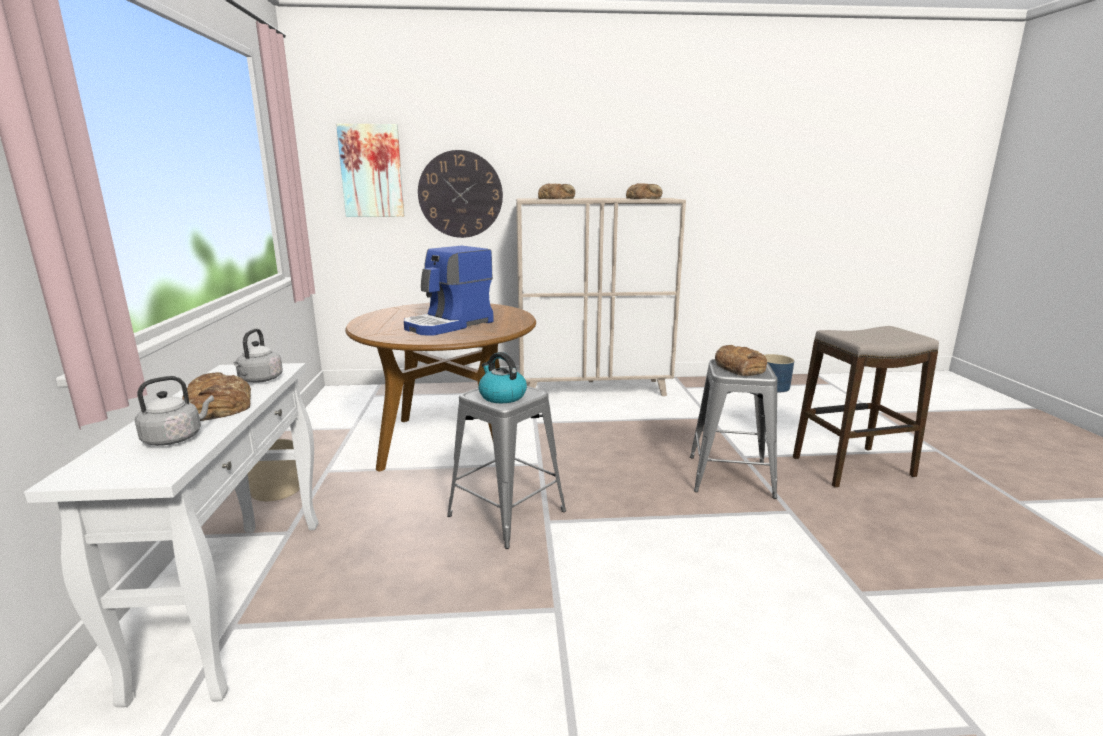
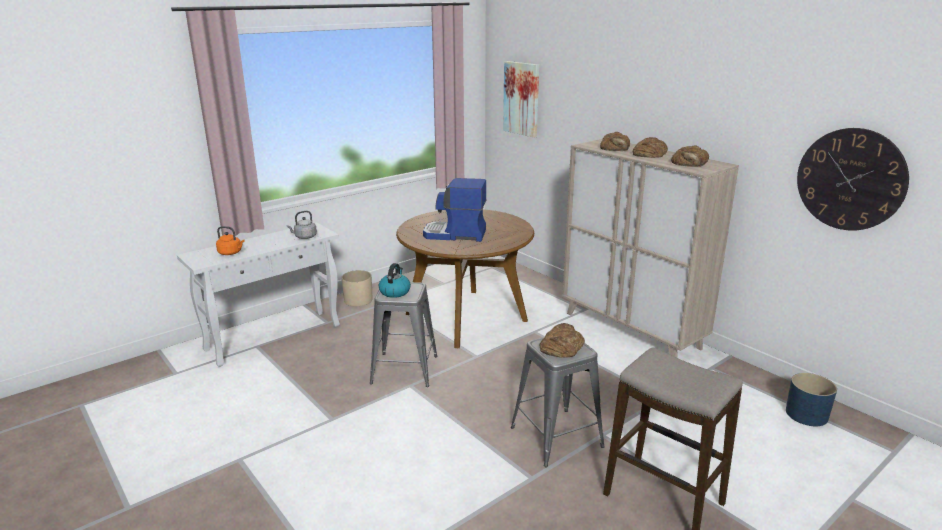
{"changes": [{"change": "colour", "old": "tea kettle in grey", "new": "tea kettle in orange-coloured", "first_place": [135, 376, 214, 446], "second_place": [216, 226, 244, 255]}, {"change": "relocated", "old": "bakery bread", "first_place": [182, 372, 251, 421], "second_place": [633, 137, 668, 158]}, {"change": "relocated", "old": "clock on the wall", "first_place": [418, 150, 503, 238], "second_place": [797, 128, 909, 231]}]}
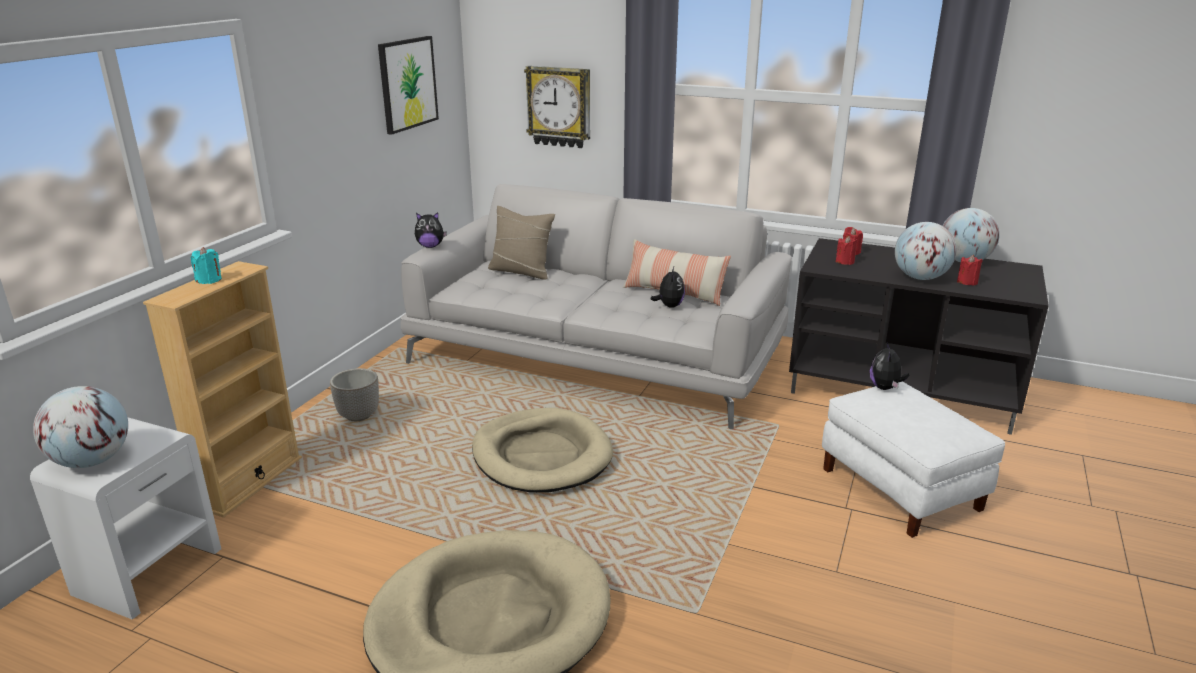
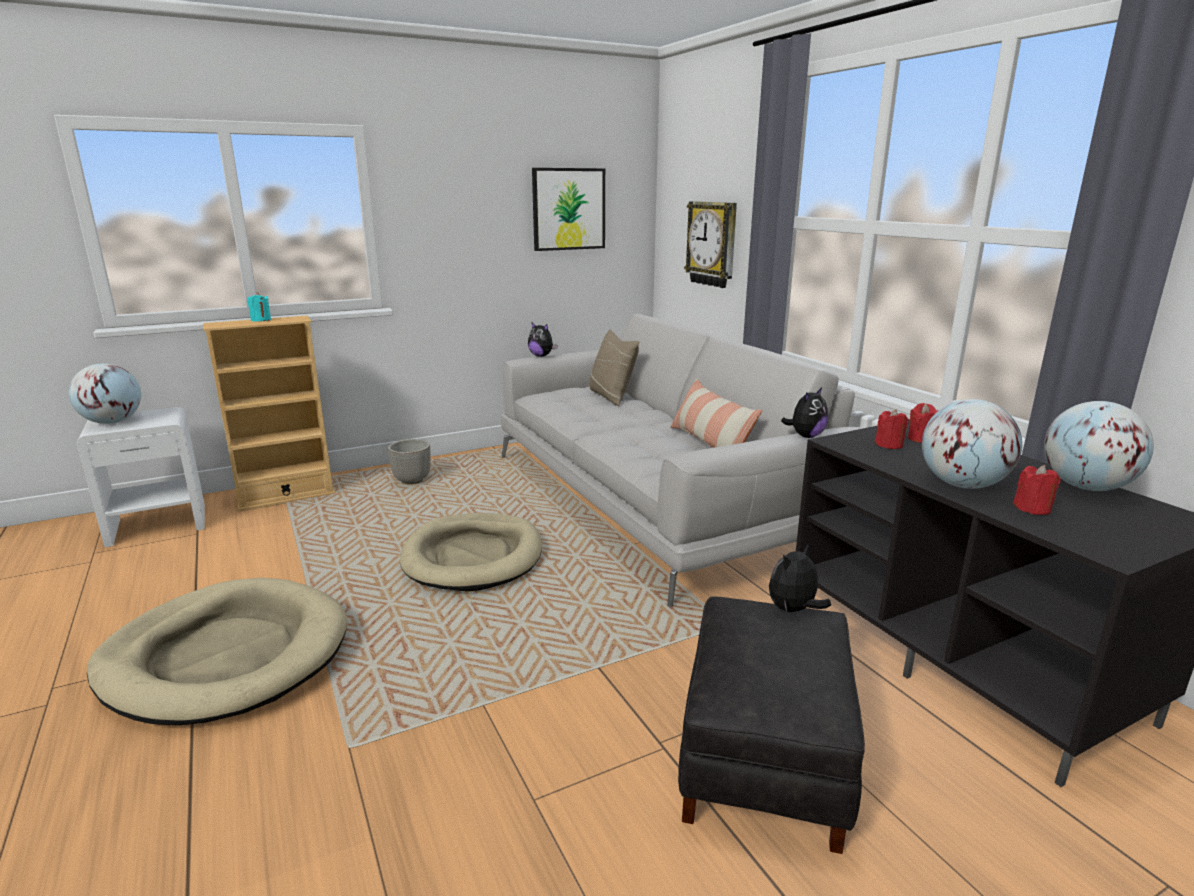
{"changes": [{"change": "relocated", "old": "cuddly toy", "first_place": [651, 267, 685, 308], "second_place": [781, 387, 828, 438]}, {"change": "colour", "old": "footrest in white", "new": "footrest in blackish", "first_place": [822, 382, 1005, 538], "second_place": [678, 596, 865, 854]}]}
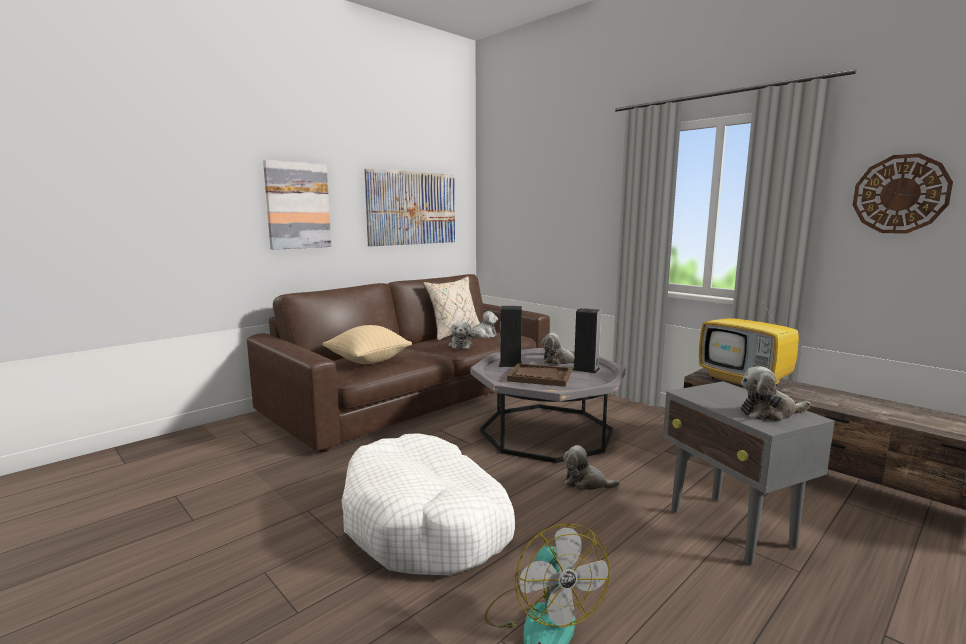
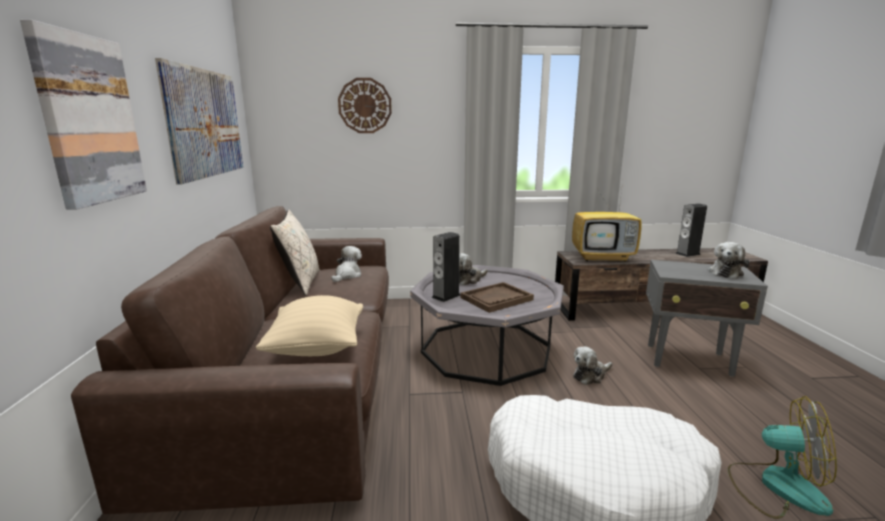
{"changes": [{"change": "missing", "old": "cuddly toy", "first_place": [449, 321, 475, 349]}, {"change": "relocated", "old": "speaker", "first_place": [573, 308, 601, 374], "second_place": [675, 204, 707, 257]}, {"change": "relocated", "old": "clock on the wall", "first_place": [853, 153, 953, 234], "second_place": [338, 78, 392, 133]}]}
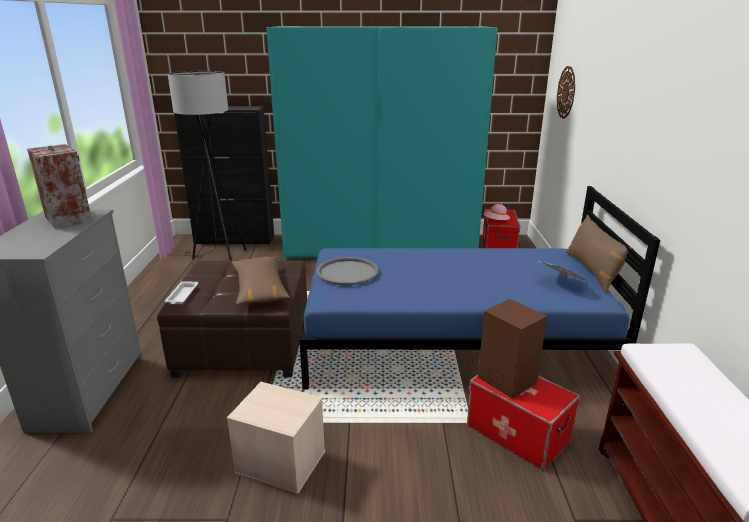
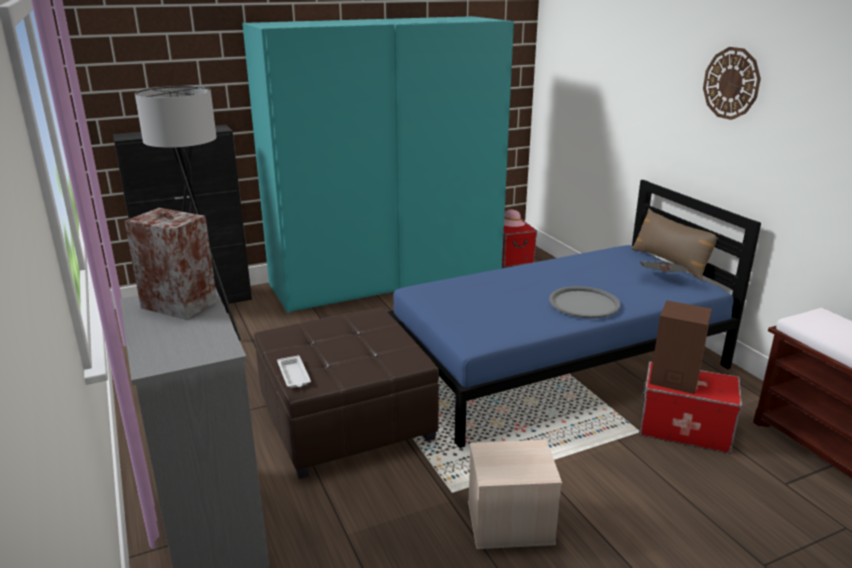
{"changes": [{"change": "missing", "old": "cushion in brown", "first_place": [232, 257, 290, 305]}, {"change": "relocated", "old": "serving tray in grey", "first_place": [316, 257, 379, 285], "second_place": [549, 286, 620, 319]}, {"change": "relocated", "old": "clock on the wall", "first_place": [557, 66, 575, 119], "second_place": [703, 47, 761, 120]}]}
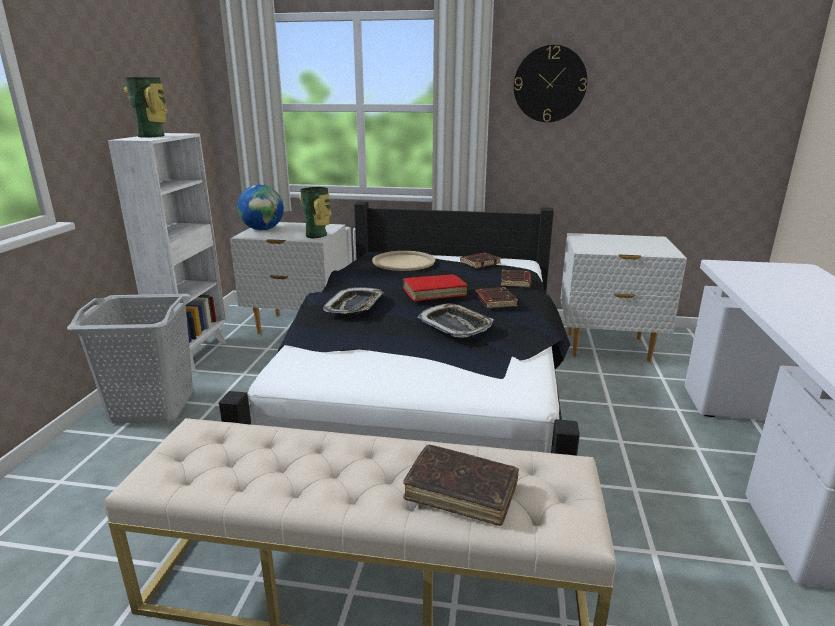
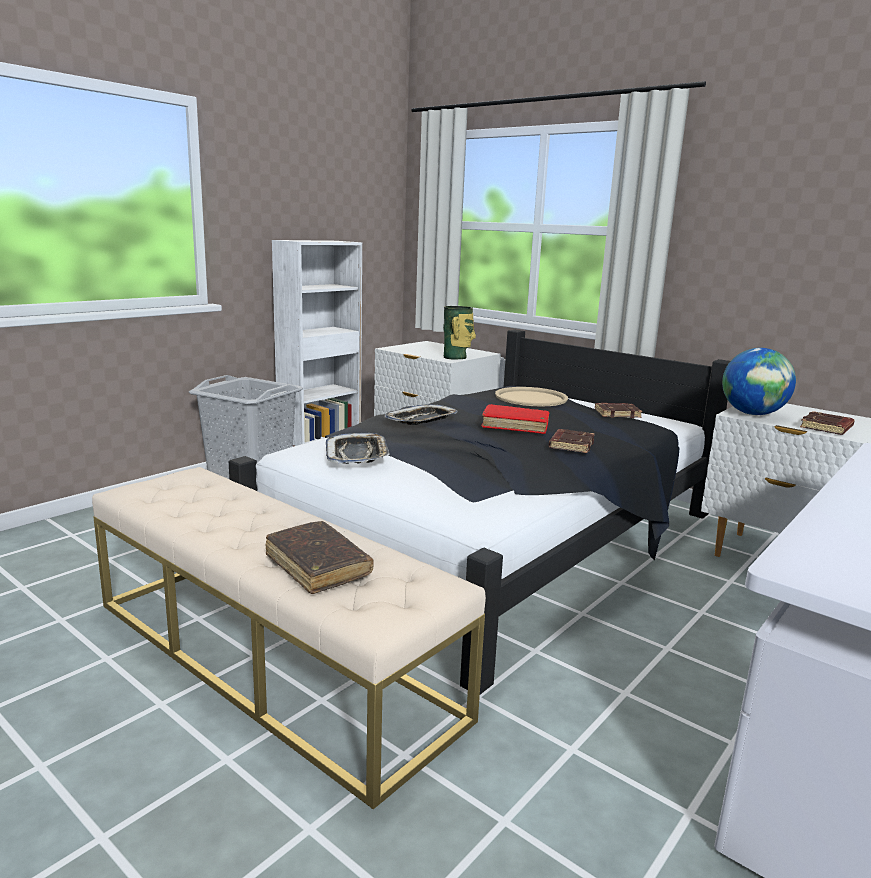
{"changes": [{"change": "missing", "old": "decorative vase", "first_place": [124, 77, 168, 138]}, {"change": "relocated", "old": "world globe", "first_place": [237, 185, 284, 230], "second_place": [722, 348, 796, 415]}, {"change": "relocated", "old": "serving tray", "first_place": [417, 303, 494, 338], "second_place": [326, 433, 390, 464]}, {"change": "relocated", "old": "bound book in brown", "first_place": [500, 270, 531, 287], "second_place": [800, 411, 855, 435]}, {"change": "missing", "old": "clock on the wall", "first_place": [514, 45, 587, 122]}]}
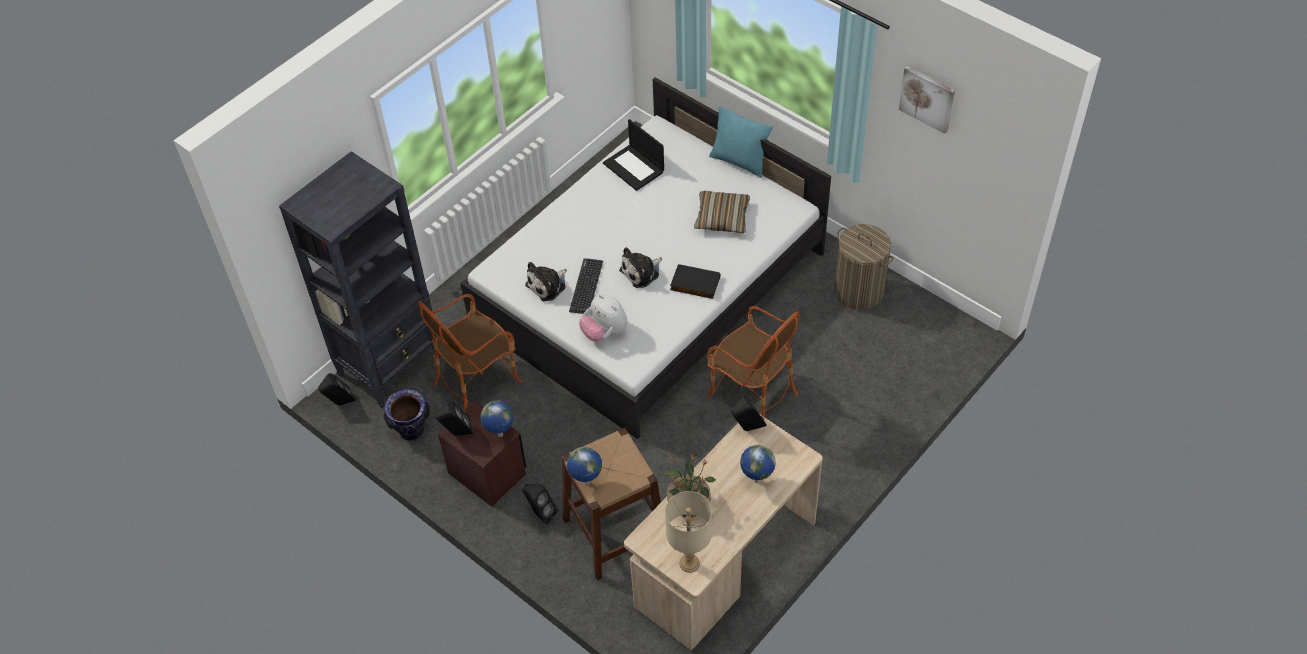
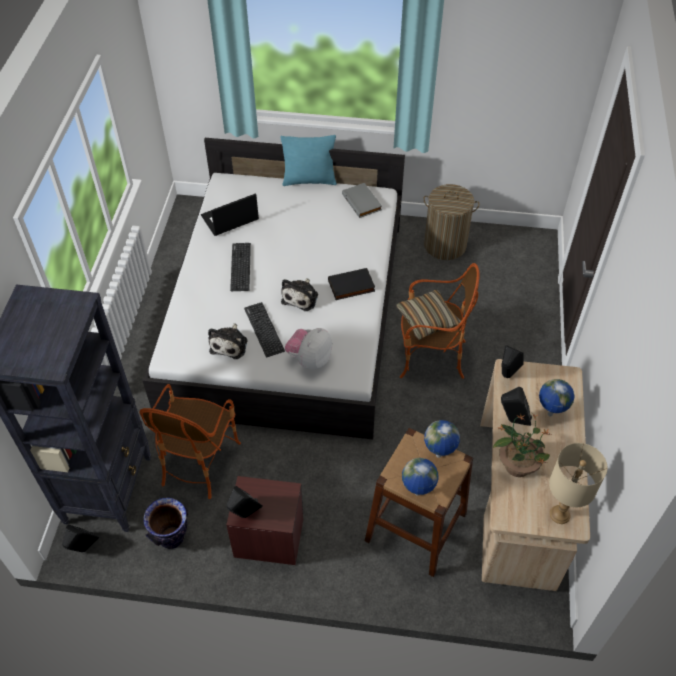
{"changes": [{"change": "relocated", "old": "world globe", "first_place": [480, 401, 514, 437], "second_place": [424, 420, 460, 458]}, {"change": "relocated", "old": "speaker in blackish", "first_place": [523, 484, 558, 525], "second_place": [501, 387, 532, 426]}, {"change": "spun", "old": "cuddly toy", "first_place": [579, 294, 627, 342], "second_place": [285, 328, 332, 370], "degrees": 105}, {"change": "spun", "old": "portable computer", "first_place": [603, 119, 664, 191], "second_place": [201, 194, 259, 236], "degrees": 135}, {"change": "relocated", "old": "cushion", "first_place": [694, 191, 750, 233], "second_place": [396, 290, 461, 340]}, {"change": "missing", "old": "wall picture", "first_place": [899, 66, 955, 134]}, {"change": "appeared", "new": "keyboard", "second_place": [230, 243, 251, 291]}, {"change": "appeared", "new": "bound book in grey", "second_place": [342, 183, 382, 218]}]}
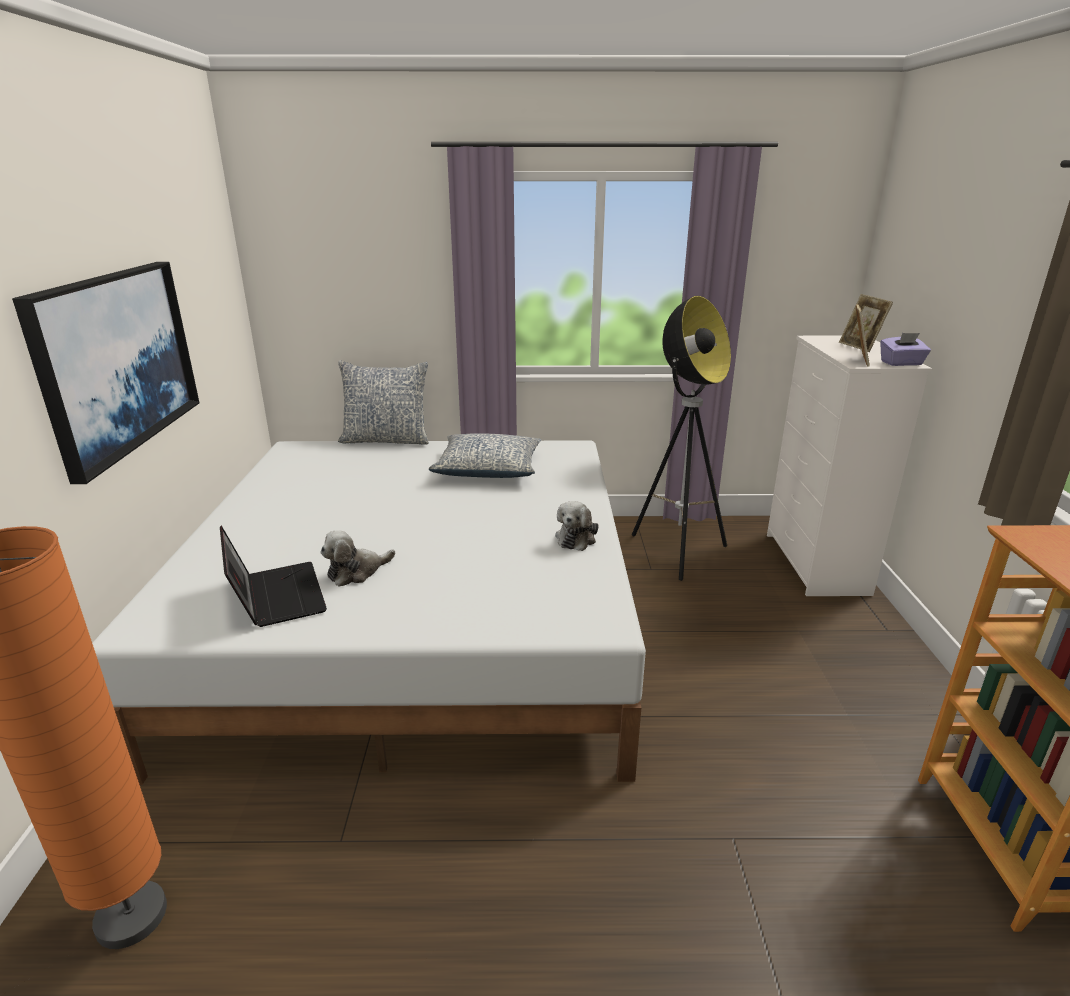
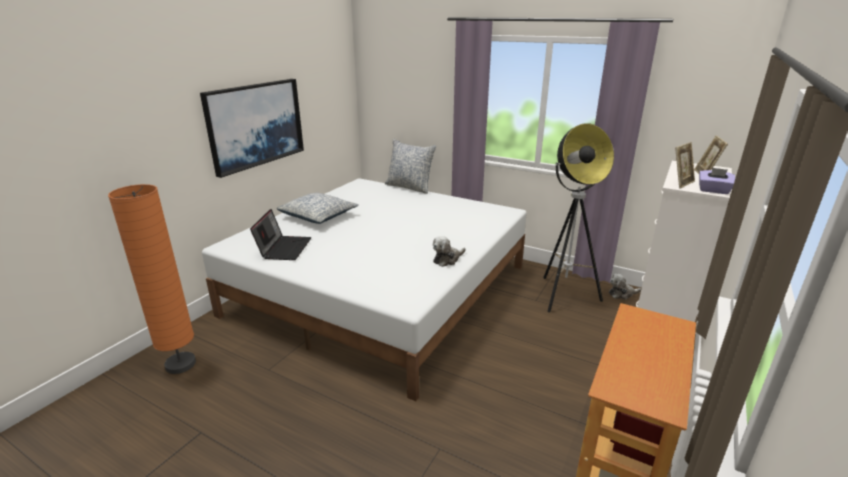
{"changes": [{"change": "relocated", "old": "cuddly toy", "first_place": [320, 530, 395, 587], "second_place": [609, 274, 641, 300]}, {"change": "relocated", "old": "cushion", "first_place": [429, 433, 541, 478], "second_place": [277, 192, 359, 224]}]}
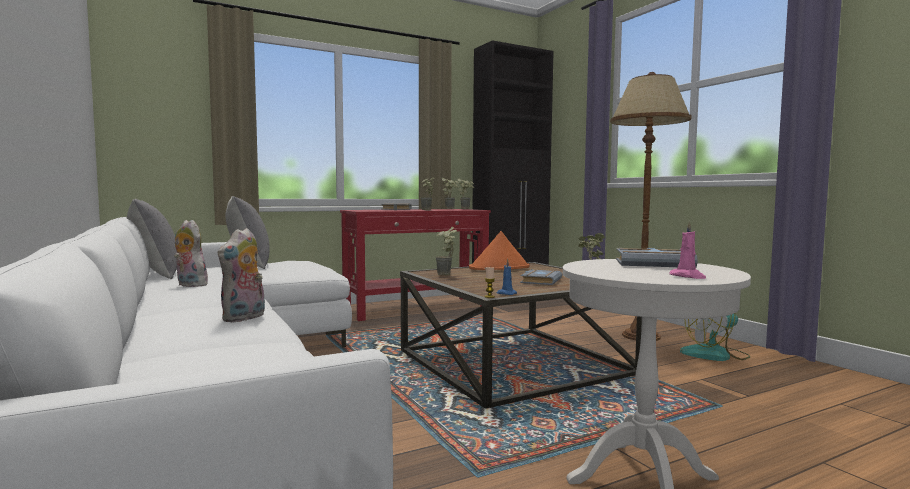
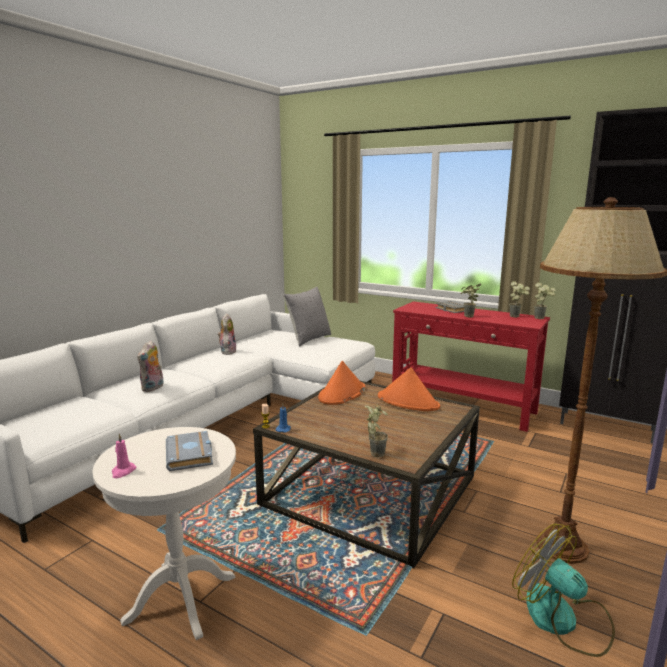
{"changes": [{"change": "missing", "old": "cushion in grey", "first_place": [126, 199, 177, 279]}, {"change": "spun", "old": "cuddly toy", "first_place": [218, 228, 265, 323], "second_place": [137, 341, 164, 392], "degrees": -60}, {"change": "exchanged", "old": "potted plant", "new": "hat in orange-coloured", "first_place": [436, 227, 457, 275], "second_place": [318, 361, 365, 405]}, {"change": "missing", "old": "bound book in grey", "first_place": [520, 269, 562, 285]}]}
